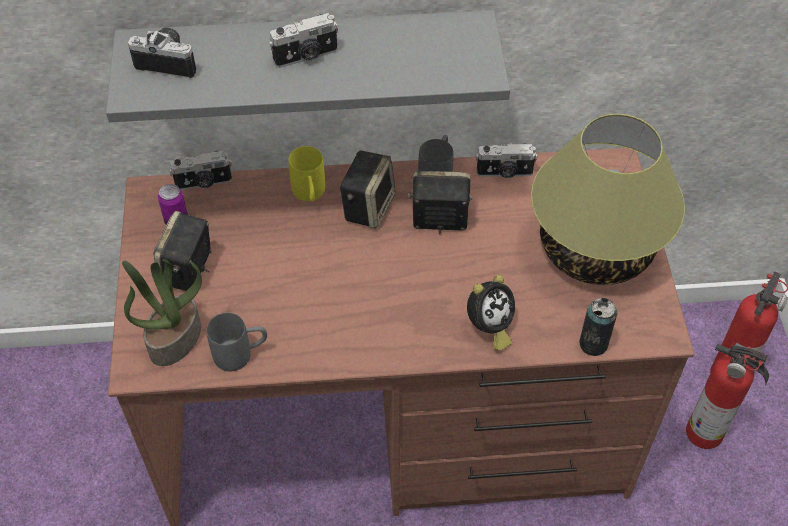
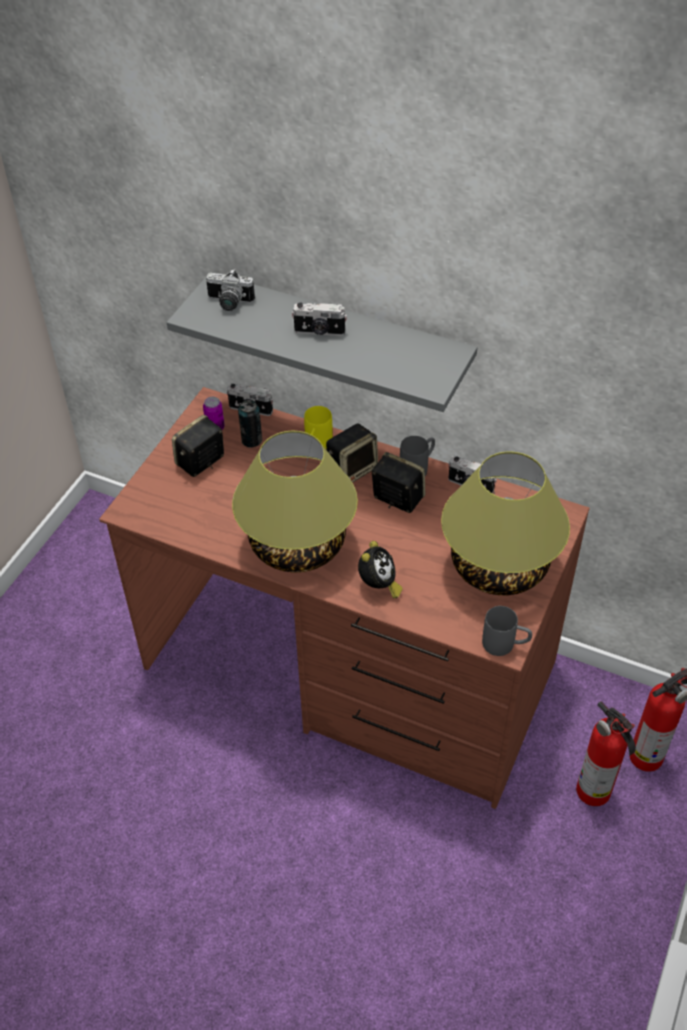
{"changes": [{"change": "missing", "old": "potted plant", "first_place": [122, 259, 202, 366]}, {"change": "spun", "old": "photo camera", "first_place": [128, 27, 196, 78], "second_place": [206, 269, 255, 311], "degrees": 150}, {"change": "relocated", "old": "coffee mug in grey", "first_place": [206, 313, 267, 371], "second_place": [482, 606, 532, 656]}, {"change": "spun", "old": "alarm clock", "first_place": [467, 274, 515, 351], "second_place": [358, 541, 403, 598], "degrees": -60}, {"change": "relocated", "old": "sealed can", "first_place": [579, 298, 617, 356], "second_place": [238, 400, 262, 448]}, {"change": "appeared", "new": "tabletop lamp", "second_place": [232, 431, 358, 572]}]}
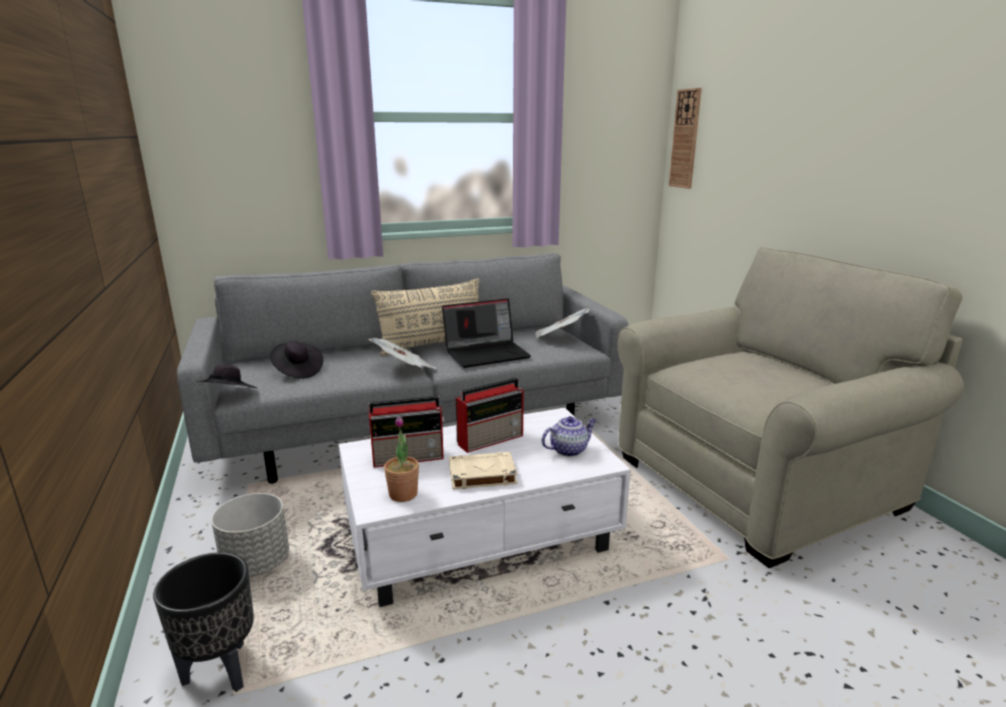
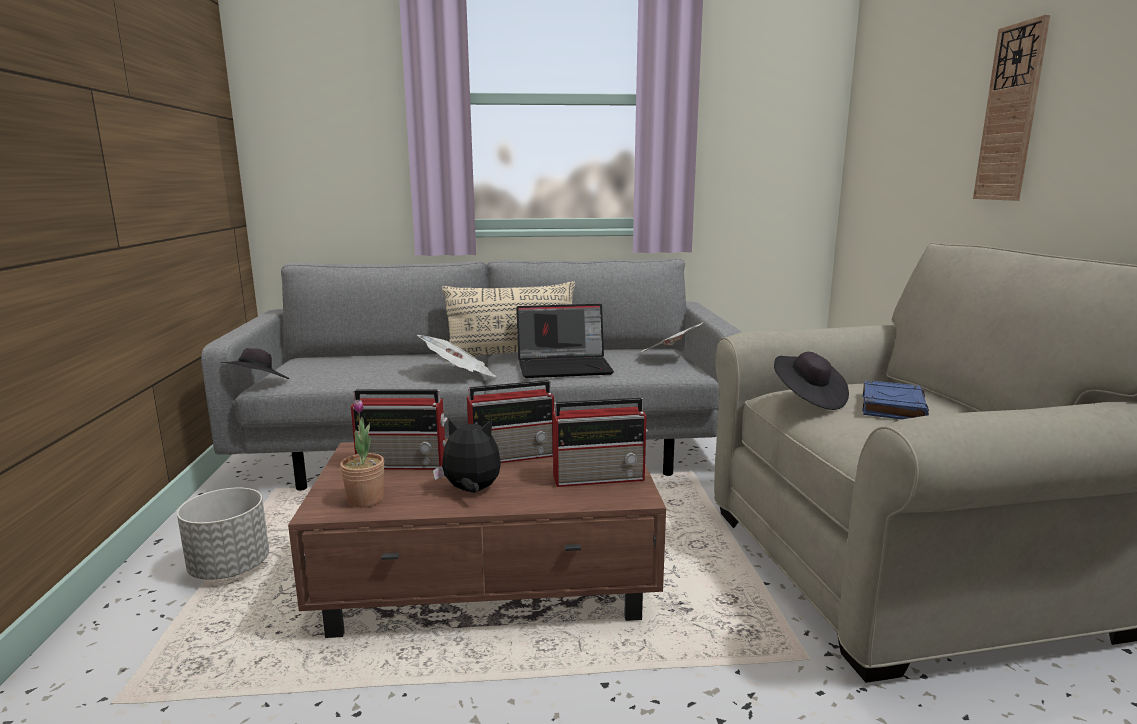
{"changes": [{"change": "missing", "old": "plant pot in blackish", "first_place": [153, 552, 254, 692]}, {"change": "relocated", "old": "hat in blackish", "first_place": [270, 341, 323, 379], "second_place": [774, 352, 849, 410]}, {"change": "colour", "old": "coffee table in white", "new": "coffee table in brown", "first_place": [339, 408, 631, 607], "second_place": [288, 439, 666, 638]}, {"change": "exchanged", "old": "bound book in beige", "new": "cuddly toy", "first_place": [449, 452, 517, 489], "second_place": [433, 418, 501, 493]}, {"change": "exchanged", "old": "tea pot", "new": "radio receiver", "first_place": [542, 416, 597, 457], "second_place": [553, 398, 648, 487]}, {"change": "relocated", "old": "clock on the wall", "first_place": [669, 88, 702, 189], "second_place": [973, 14, 1050, 201]}, {"change": "appeared", "new": "bound book in bluish", "second_place": [863, 380, 929, 419]}]}
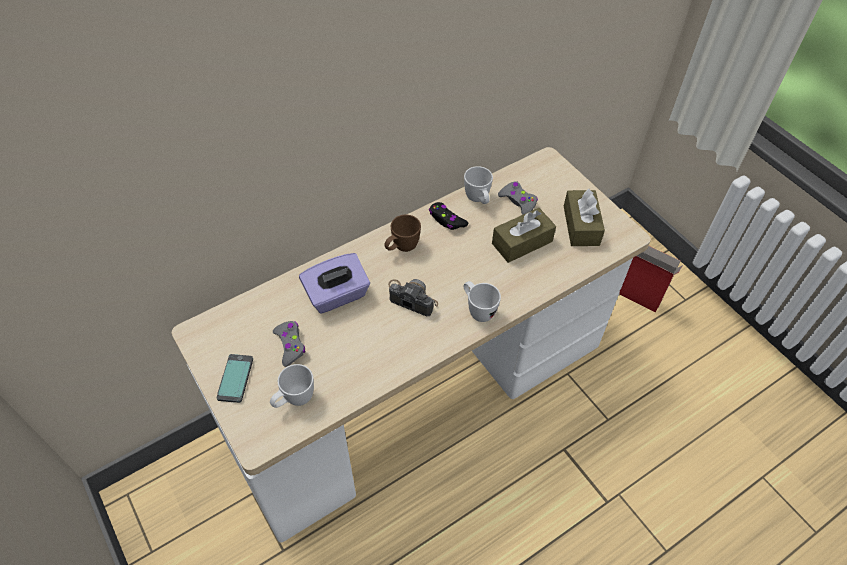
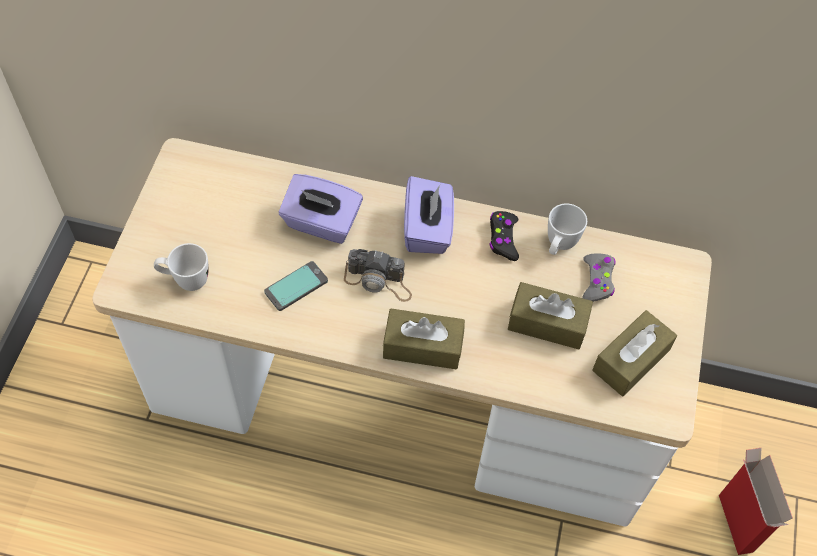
{"changes": [{"change": "relocated", "old": "handset", "first_place": [217, 354, 253, 403], "second_place": [264, 261, 328, 311]}, {"change": "missing", "old": "gamepad in grey", "first_place": [273, 321, 305, 367]}, {"change": "exchanged", "old": "coffee mug in brown", "new": "tissue holder in purple", "first_place": [384, 215, 421, 252], "second_place": [404, 176, 454, 254]}, {"change": "spun", "old": "photo camera", "first_place": [388, 279, 438, 316], "second_place": [344, 249, 412, 302], "degrees": 120}, {"change": "exchanged", "old": "coffee mug in white", "new": "tissue holder in brown", "first_place": [463, 281, 501, 322], "second_place": [383, 309, 465, 370]}]}
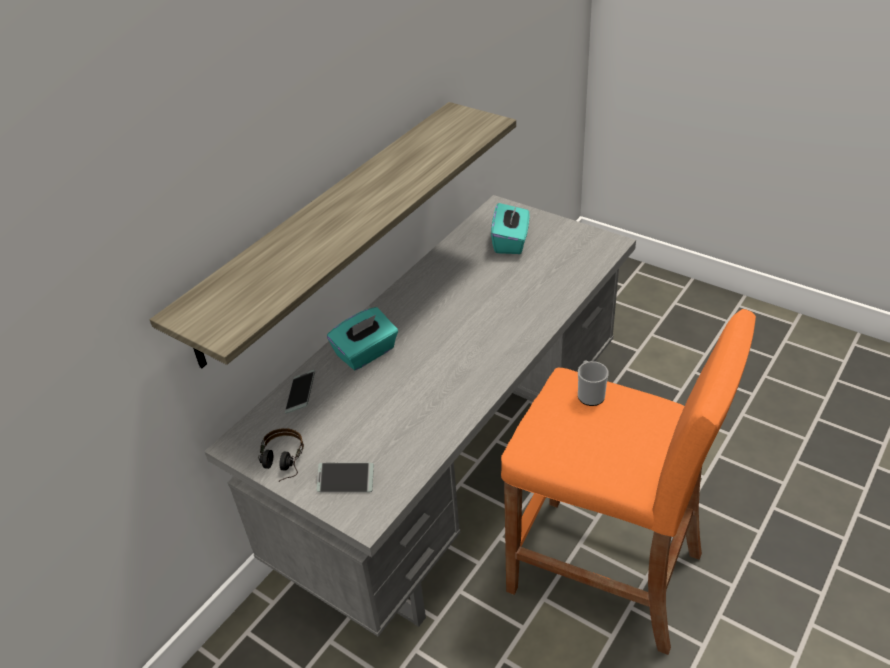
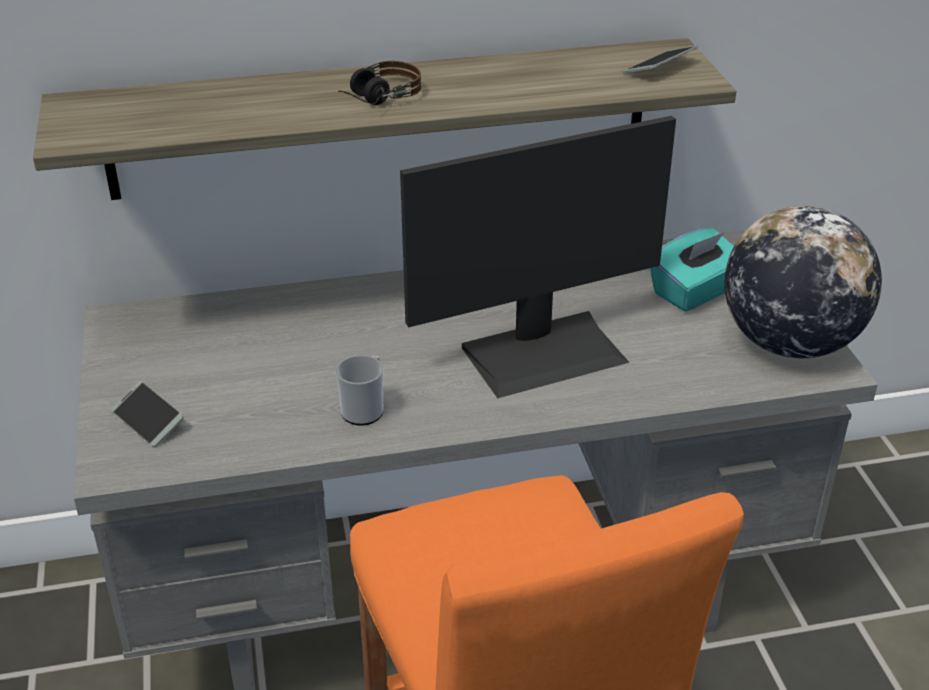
{"changes": [{"change": "relocated", "old": "headset", "first_place": [258, 428, 304, 482], "second_place": [338, 61, 421, 105]}, {"change": "relocated", "old": "handset", "first_place": [285, 370, 315, 414], "second_place": [623, 45, 698, 74]}, {"change": "missing", "old": "tissue holder in turquoise-coloured", "first_place": [327, 307, 398, 370]}, {"change": "relocated", "old": "coffee mug", "first_place": [578, 360, 609, 406], "second_place": [336, 355, 384, 426]}, {"change": "appeared", "new": "computer display", "second_place": [400, 116, 676, 398]}, {"change": "appeared", "new": "world globe", "second_place": [724, 206, 882, 358]}]}
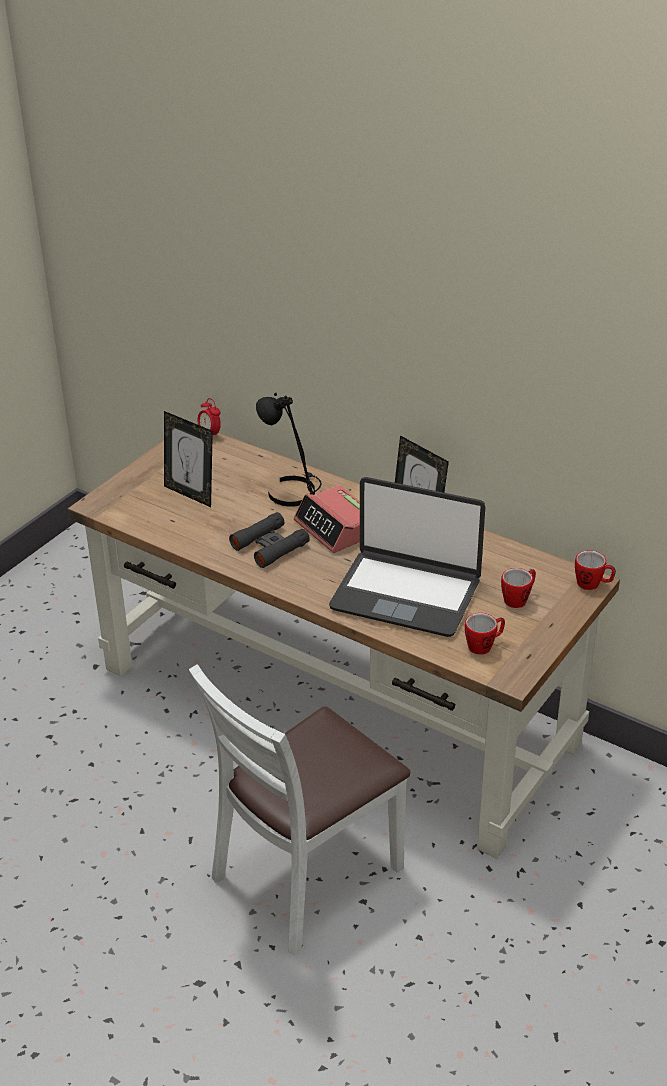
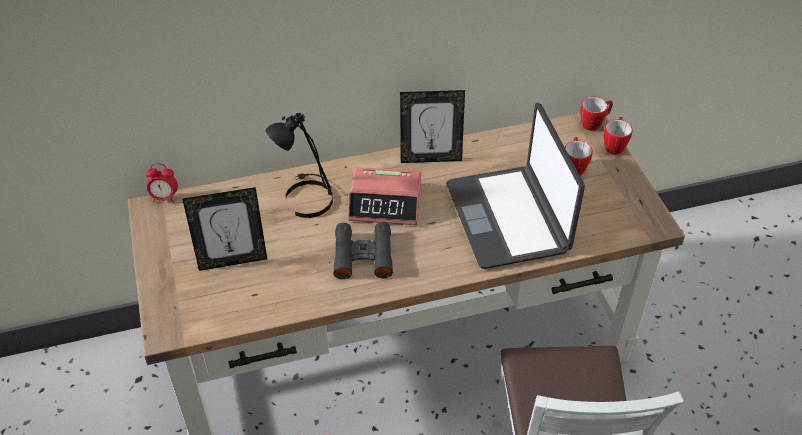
{"changes": [{"change": "spun", "old": "portable computer", "first_place": [329, 477, 485, 637], "second_place": [447, 103, 585, 269], "degrees": 105}, {"change": "relocated", "old": "coffee mug", "first_place": [465, 613, 505, 655], "second_place": [604, 117, 633, 155]}]}
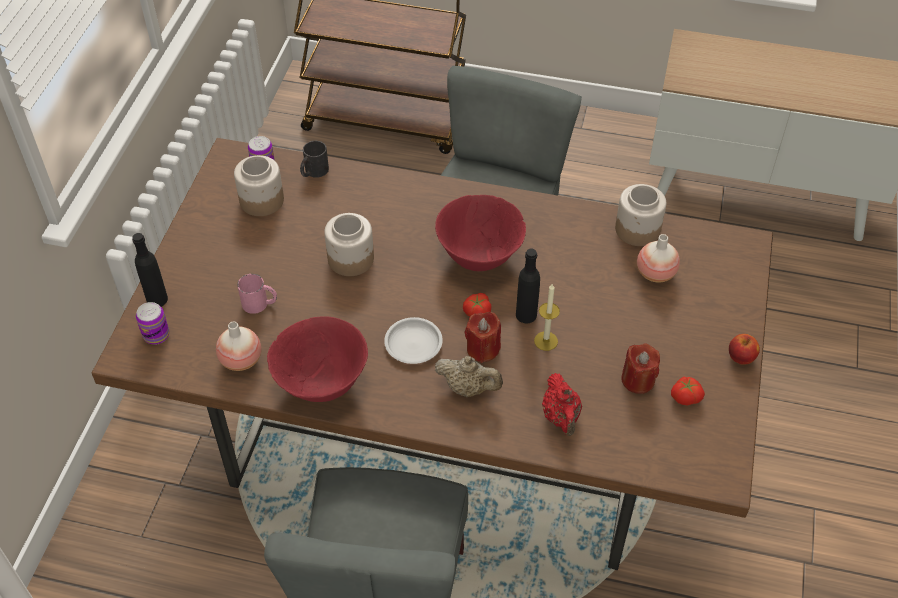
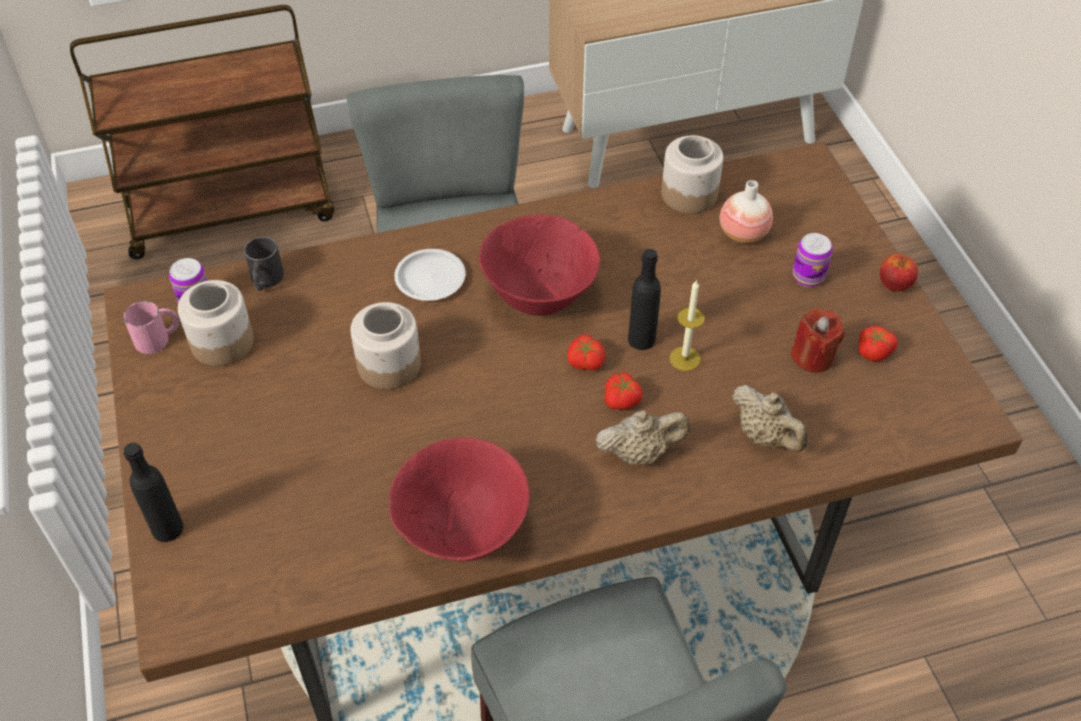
{"changes": [{"change": "relocated", "old": "sealed can", "first_place": [136, 302, 169, 345], "second_place": [792, 233, 833, 287]}, {"change": "missing", "old": "decorative vase", "first_place": [216, 321, 262, 371]}, {"change": "relocated", "old": "coffee mug in pink", "first_place": [237, 274, 277, 314], "second_place": [123, 301, 179, 354]}, {"change": "relocated", "old": "dinner plate in white", "first_place": [384, 317, 443, 364], "second_place": [394, 249, 466, 301]}, {"change": "exchanged", "old": "candle in red-coloured", "new": "tomato", "first_place": [465, 312, 501, 363], "second_place": [604, 372, 643, 410]}, {"change": "colour", "old": "tea pot in red-coloured", "new": "tea pot in beige", "first_place": [542, 373, 582, 436], "second_place": [732, 385, 808, 453]}]}
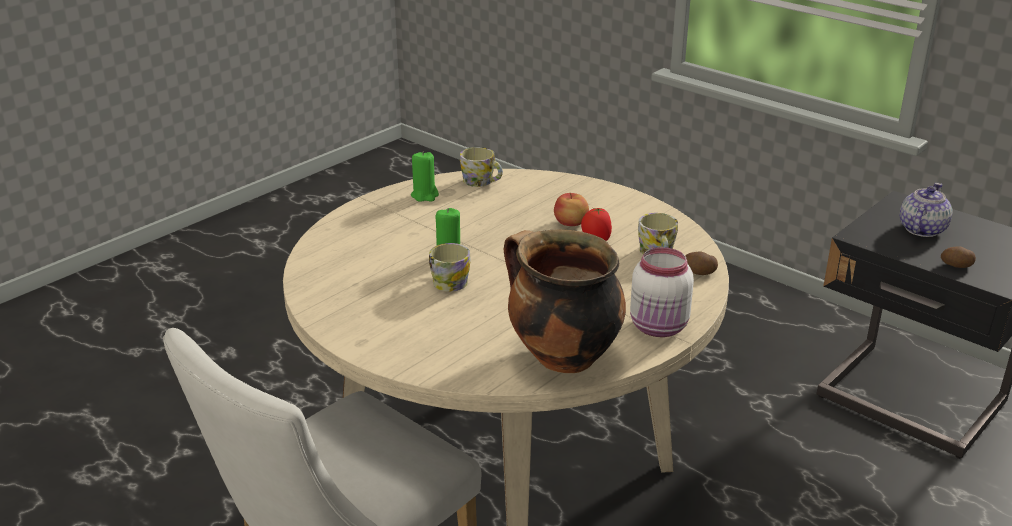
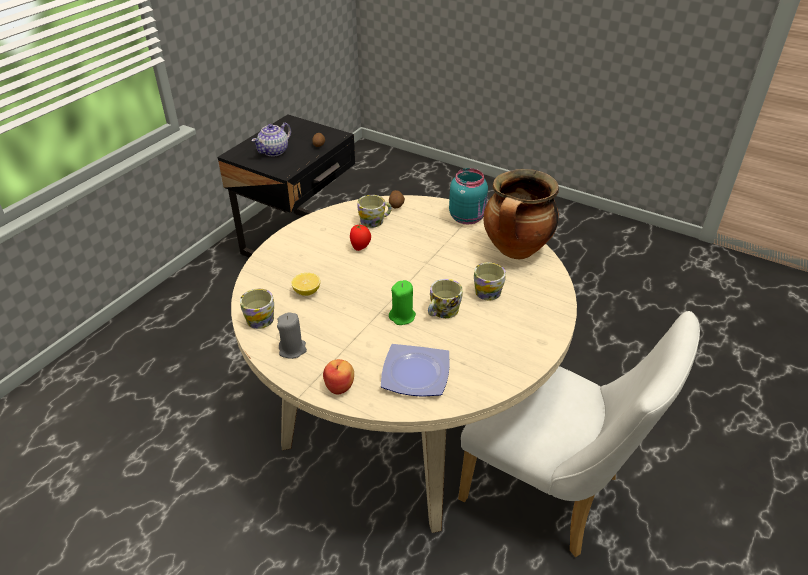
{"changes": [{"change": "colour", "old": "candle in green", "new": "candle in grey", "first_place": [411, 151, 439, 202], "second_place": [277, 312, 307, 359]}, {"change": "relocated", "old": "whole apple", "first_place": [554, 193, 589, 226], "second_place": [323, 359, 354, 394]}, {"change": "colour", "old": "storage jar in white", "new": "storage jar in turquoise-coloured", "first_place": [630, 247, 694, 337], "second_place": [449, 168, 488, 224]}, {"change": "spun", "old": "tea pot", "first_place": [900, 183, 953, 237], "second_place": [252, 123, 291, 156], "degrees": -75}, {"change": "appeared", "new": "citrus fruit", "second_place": [291, 273, 320, 296]}, {"change": "appeared", "new": "dinner plate", "second_place": [381, 344, 450, 397]}, {"change": "appeared", "new": "coffee mug", "second_place": [474, 262, 506, 301]}]}
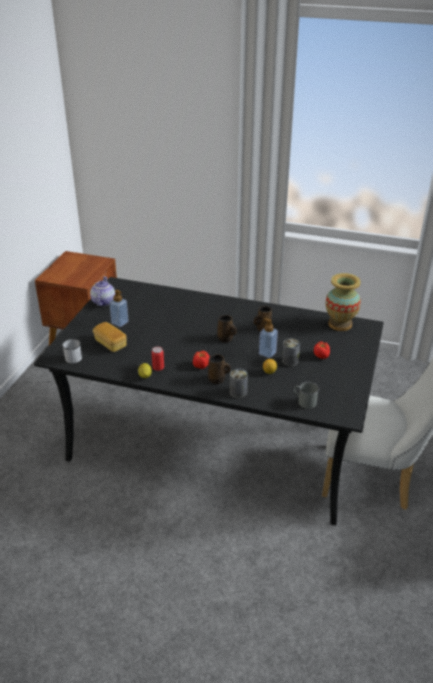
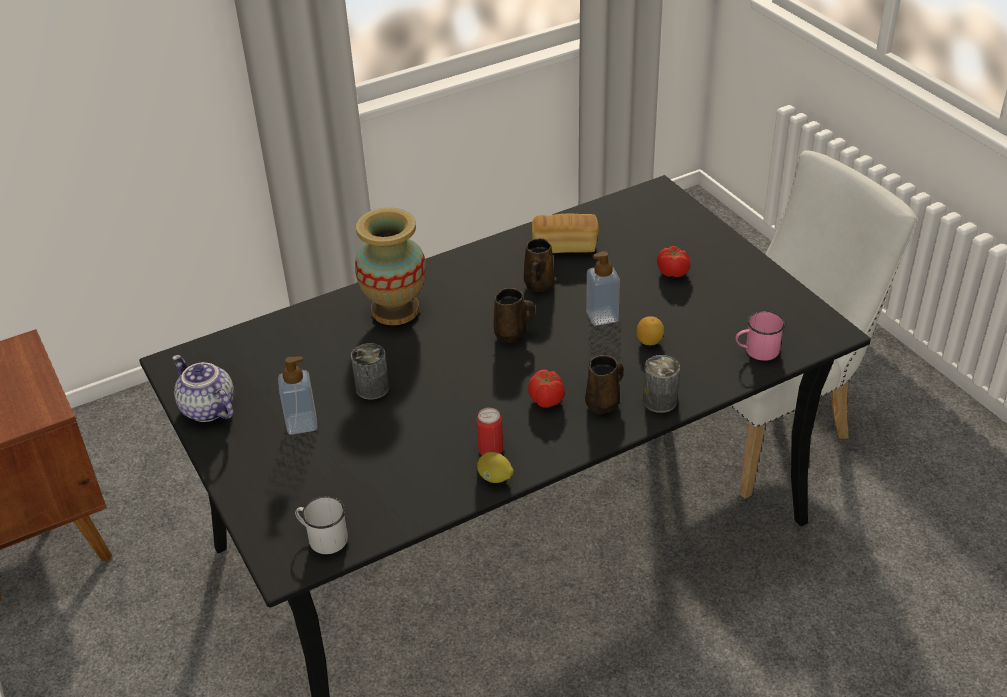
{"changes": [{"change": "relocated", "old": "bakery bread", "first_place": [93, 322, 126, 352], "second_place": [532, 214, 599, 253]}, {"change": "relocated", "old": "sealed can", "first_place": [282, 339, 300, 366], "second_place": [351, 343, 389, 400]}, {"change": "colour", "old": "coffee mug in grey", "new": "coffee mug in pink", "first_place": [294, 382, 319, 409], "second_place": [736, 311, 785, 361]}, {"change": "relocated", "old": "decorative vase", "first_place": [326, 273, 361, 331], "second_place": [355, 207, 426, 325]}]}
